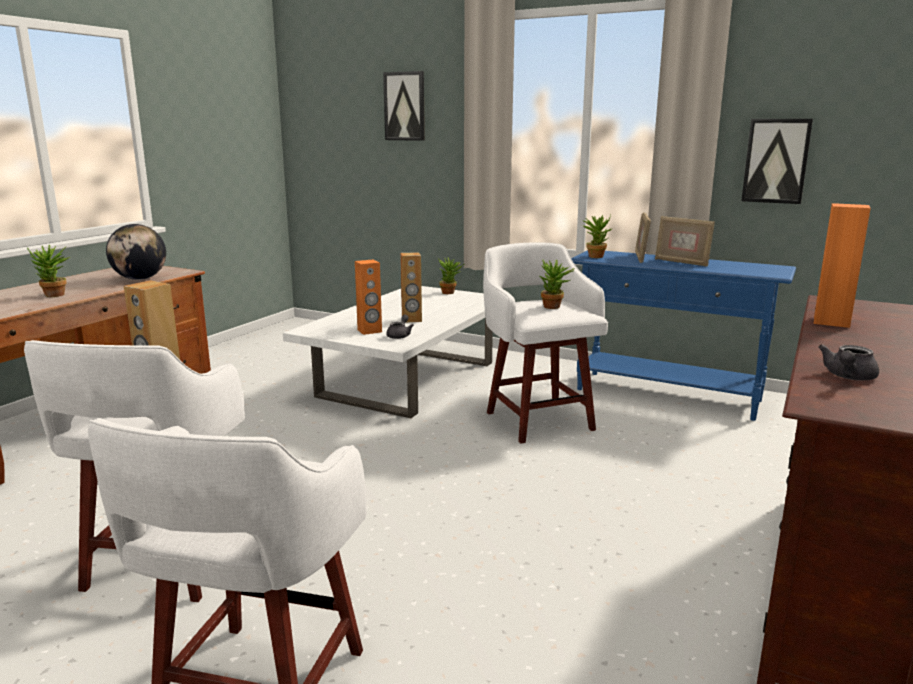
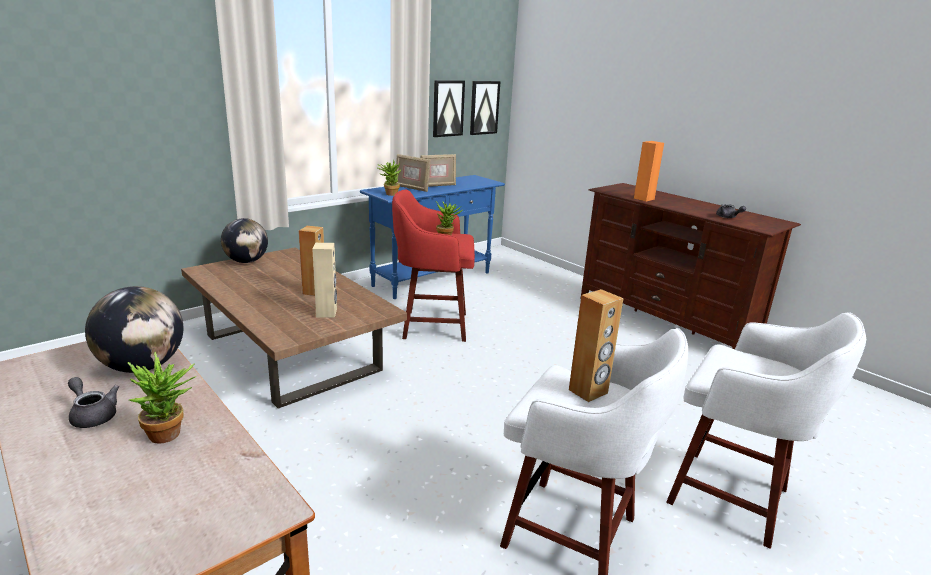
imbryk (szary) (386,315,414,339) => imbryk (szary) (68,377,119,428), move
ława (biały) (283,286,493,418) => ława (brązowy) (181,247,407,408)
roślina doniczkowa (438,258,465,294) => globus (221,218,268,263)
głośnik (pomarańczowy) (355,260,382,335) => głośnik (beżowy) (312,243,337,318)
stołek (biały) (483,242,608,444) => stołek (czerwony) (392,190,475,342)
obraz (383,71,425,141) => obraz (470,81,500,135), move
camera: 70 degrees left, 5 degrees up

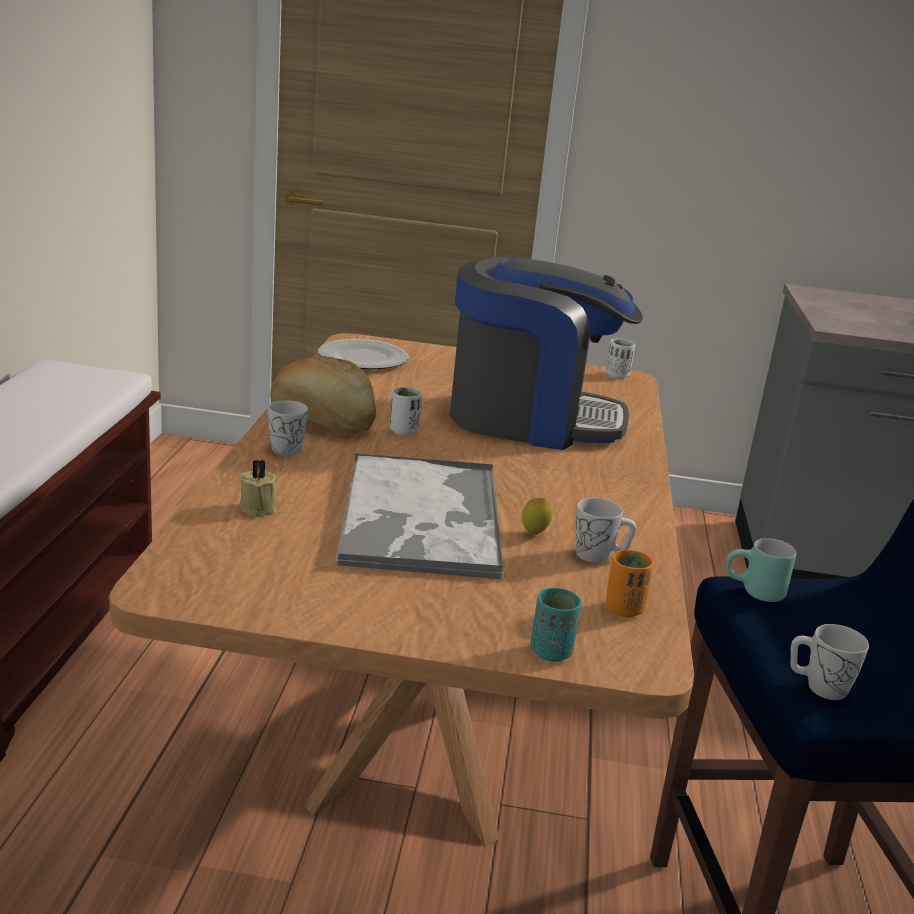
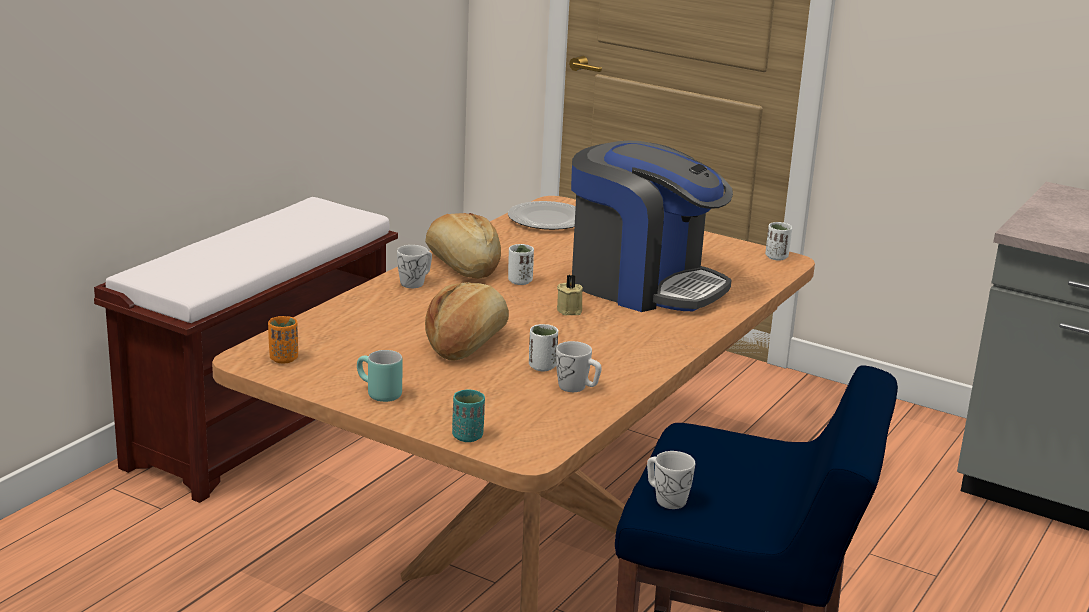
filiżanka (pomarańczowy) (606,550,654,617) => filiżanka (pomarańczowy) (268,316,298,363), move
kubek (turkusowy) (726,538,796,602) => kubek (turkusowy) (357,350,403,402), move
taca (335,453,503,580) => chleb (425,282,509,361)
cytryna (522,498,553,535) => filiżanka (biały) (529,324,559,371)
świeca (beżowy) (239,460,277,517) => świeca (beżowy) (557,275,583,316), move
camera: 25 degrees right, 0 degrees up

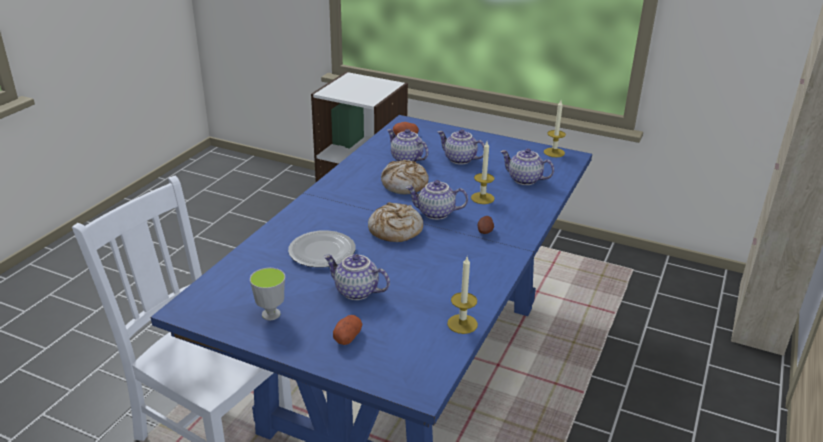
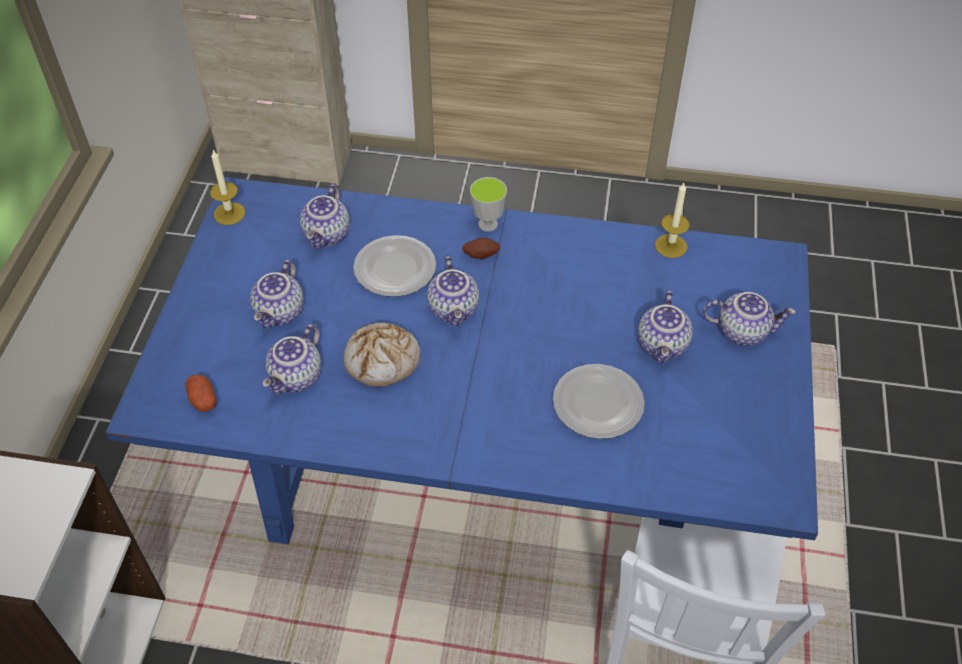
świeca (471,142,495,204) => talerz (353,235,436,297)
filiżanka (250,268,285,320) => filiżanka (470,177,507,232), move
ziemniak (333,315,363,345) => imbryk (702,292,796,345)
chleb (368,202,423,242) => nothing
camera: 105 degrees left, 20 degrees up

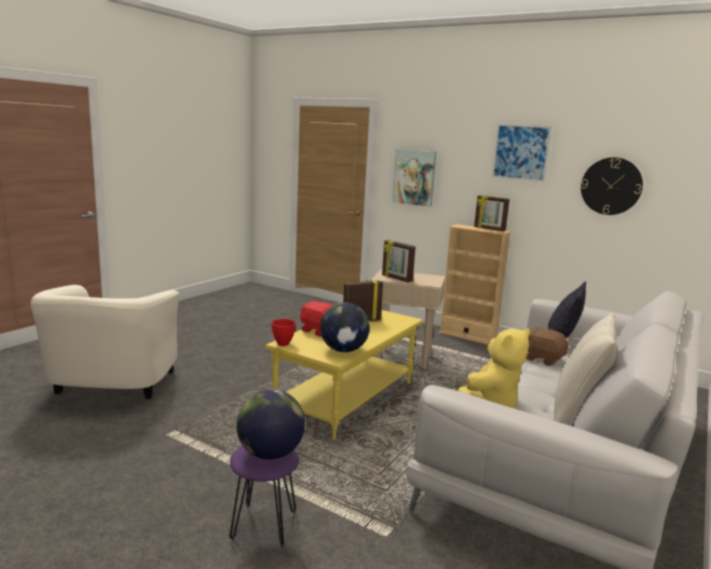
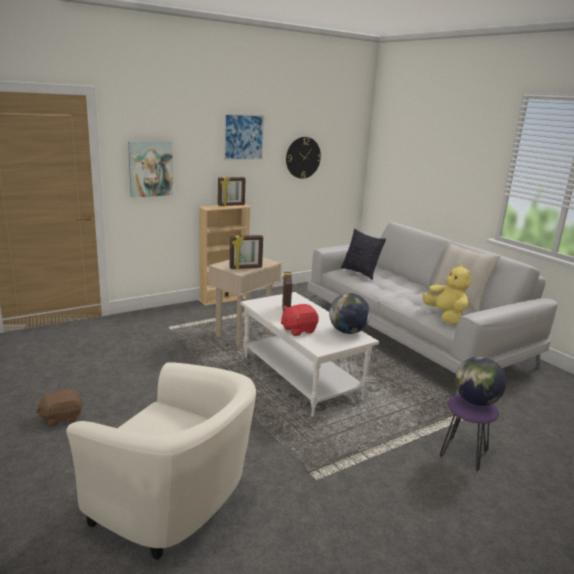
pluszak (brązowy) (526,327,568,366) => pluszak (brązowy) (35,388,83,427), move
ława (żółty) (266,310,423,440) => ława (biały) (240,292,379,416)
miska (czerwony) (271,319,296,346) => nothing
camera: 65 degrees left, 5 degrees up

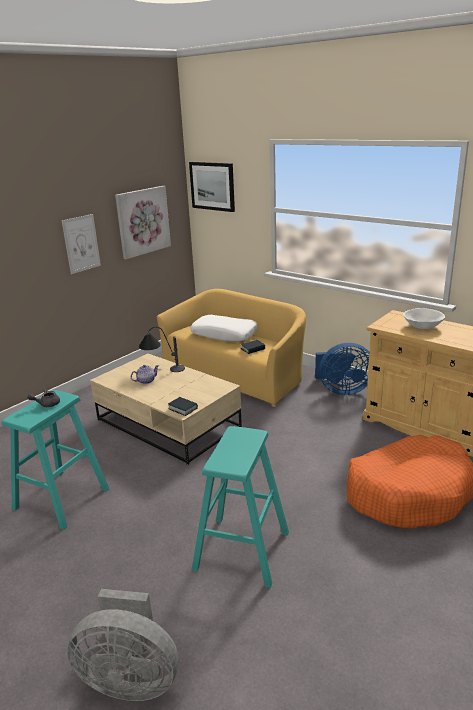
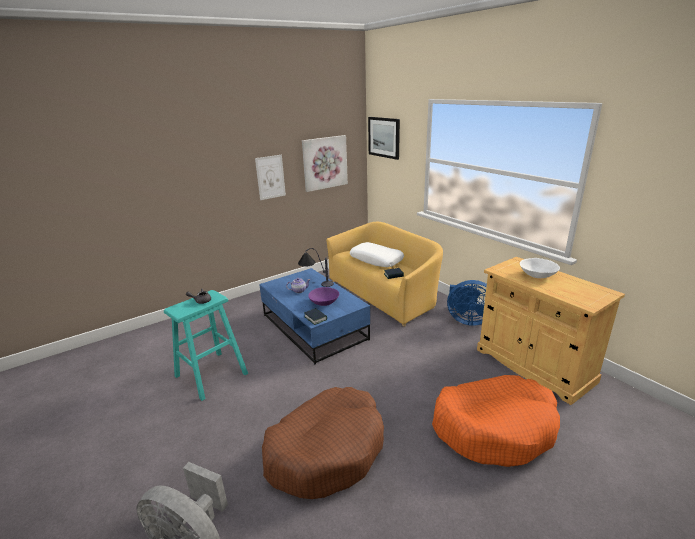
ława (beżowy) (90,354,242,465) => ława (niebieski) (259,268,370,365)
stołek (turkusowy) (192,426,289,588) => legowisko (brązowy) (262,387,384,499)
nothing => miska (fioletowy) (308,287,339,306)
camera: 15 degrees right, 0 degrees up

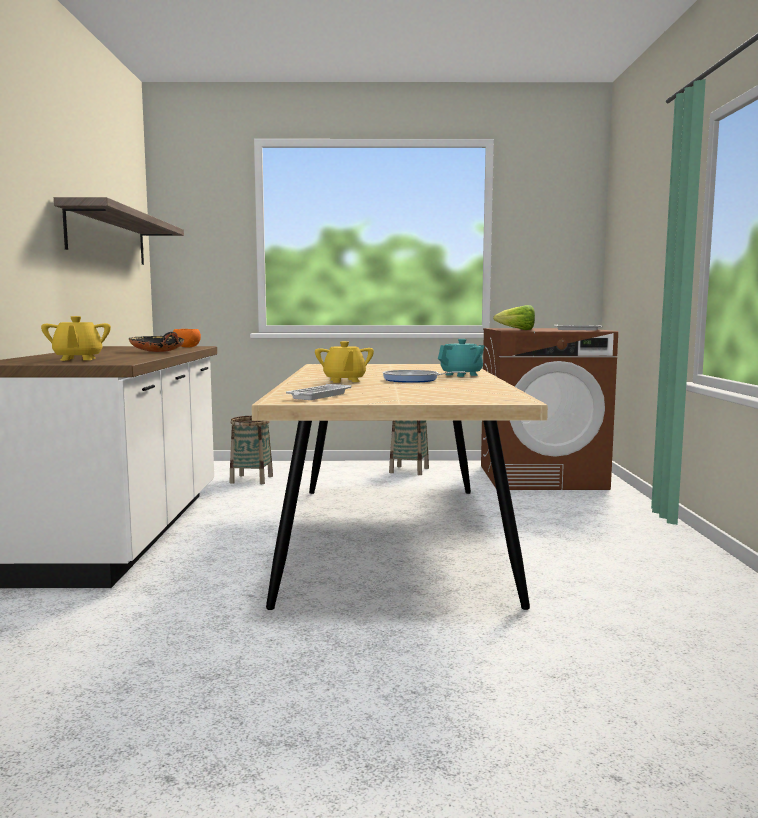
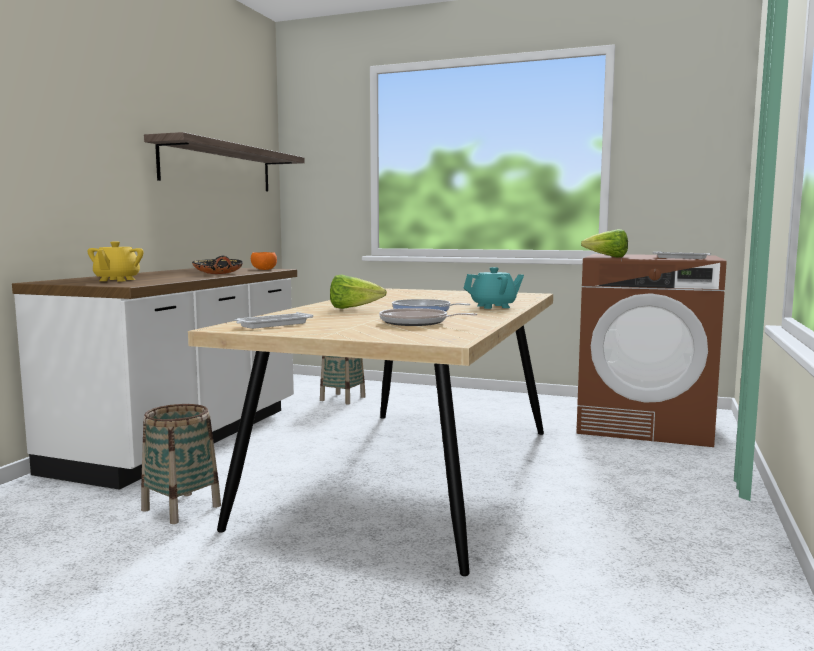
koszyk (389,421,429,475) => koszyk (141,404,221,524), move
imbryk (żółty) (315,341,374,383) => sałata (330,274,387,309)
nothing => patelnia (379,308,477,326)
camera: 20 degrees right, 0 degrees up

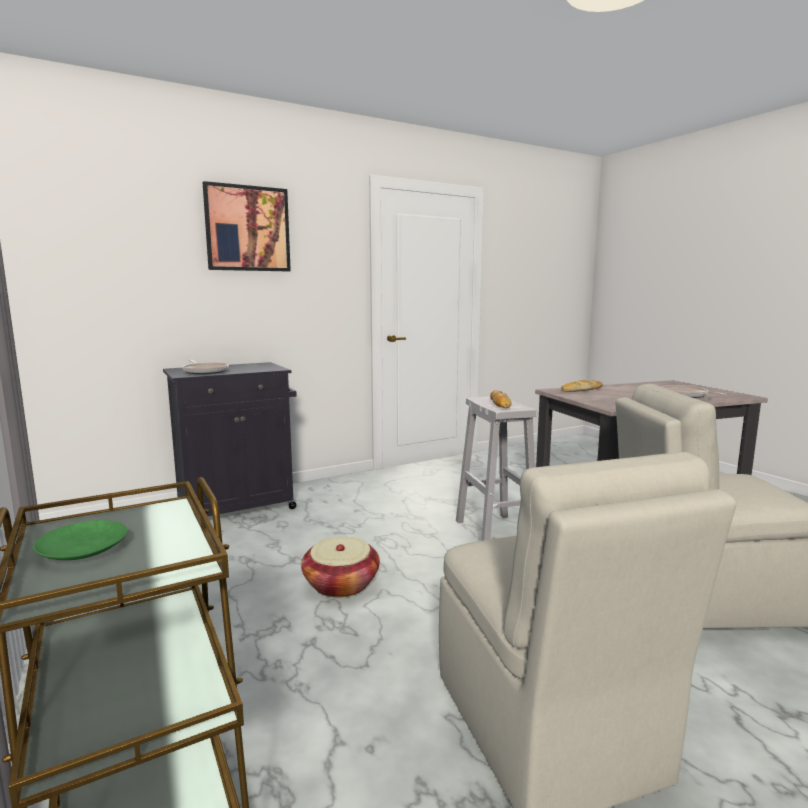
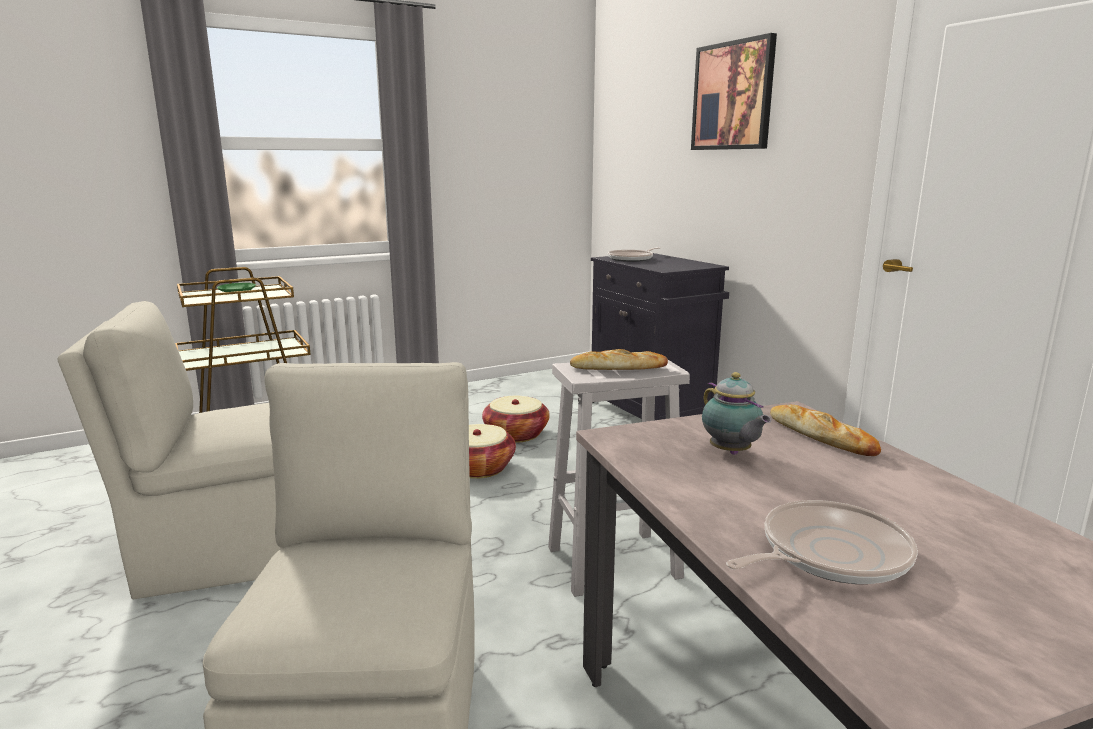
nothing => koszyk (482,396,550,443)
nothing => imbryk (702,372,771,455)
camera: 90 degrees right, 5 degrees up

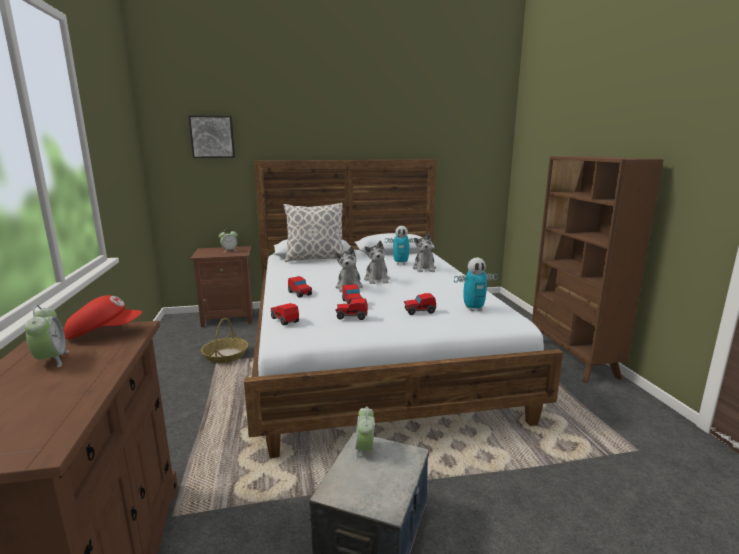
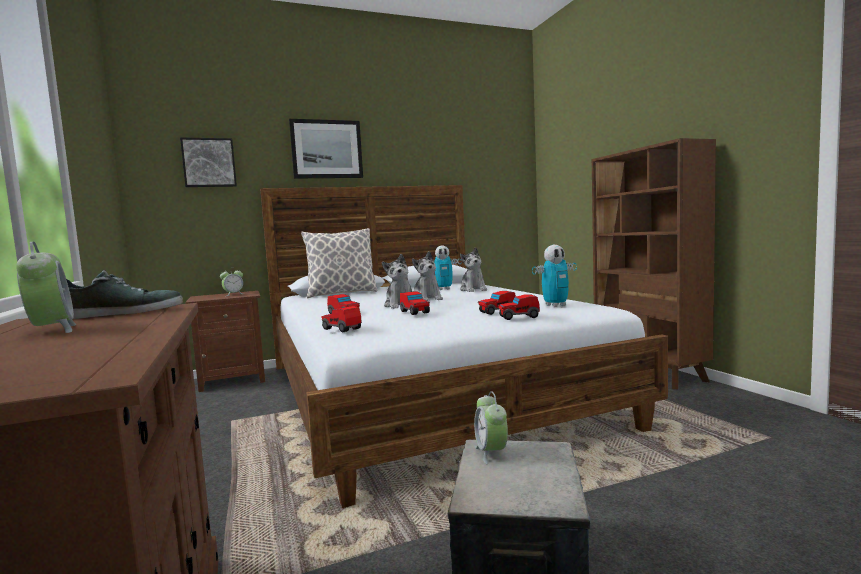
czapka z daszkiem (czerwony) (64,295,142,339) => but (66,270,183,319)
nothing => obraz (289,119,363,179)
samochodzik (335,298,368,320) => samochodzik (498,295,540,320), move
koszyk (201,318,248,363) => nothing
camera: 10 degrees left, 10 degrees down

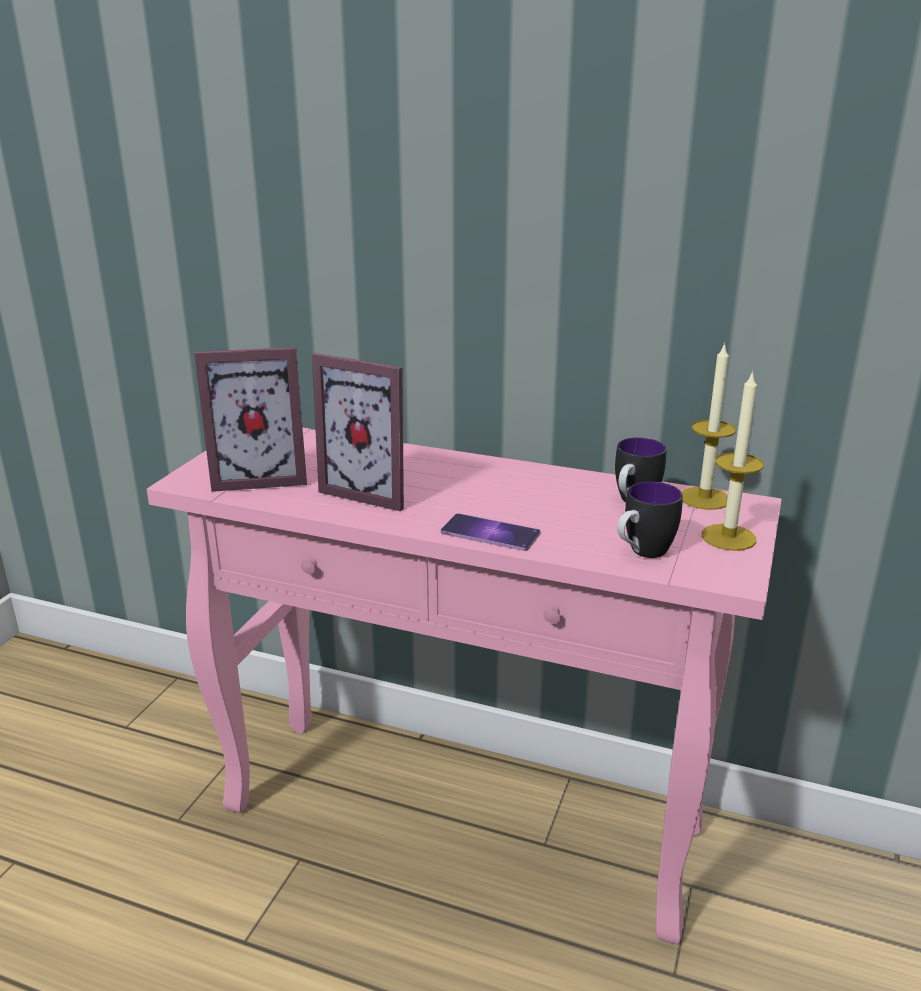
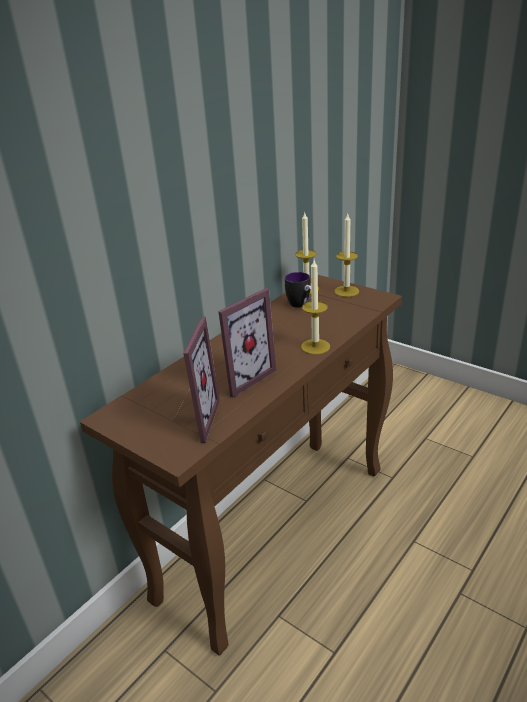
stolik konsolowy (różowy) (147,428,782,944) => stolik konsolowy (brązowy) (80,275,402,656)
telefon (441,513,541,551) => świeca (301,260,330,354)
kubek (617,481,683,558) => nothing
camera: 70 degrees left, 5 degrees up

